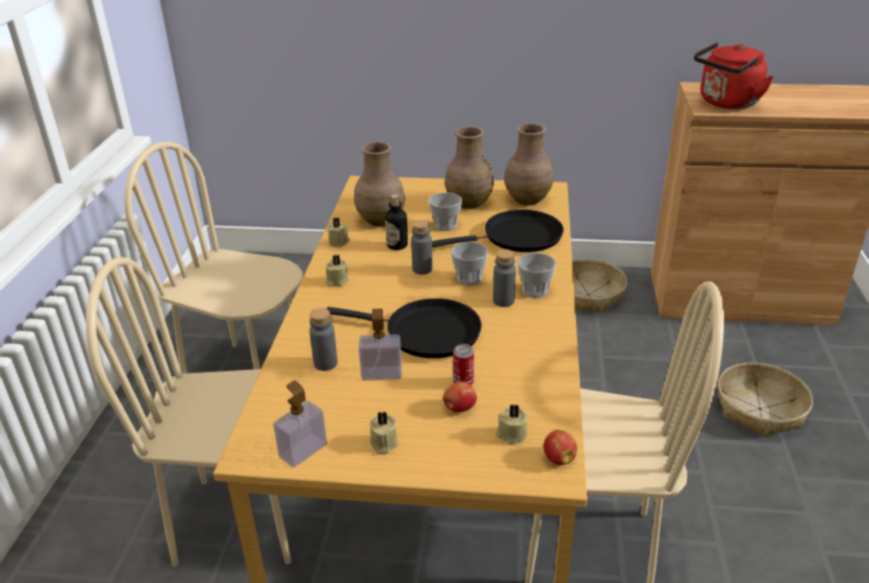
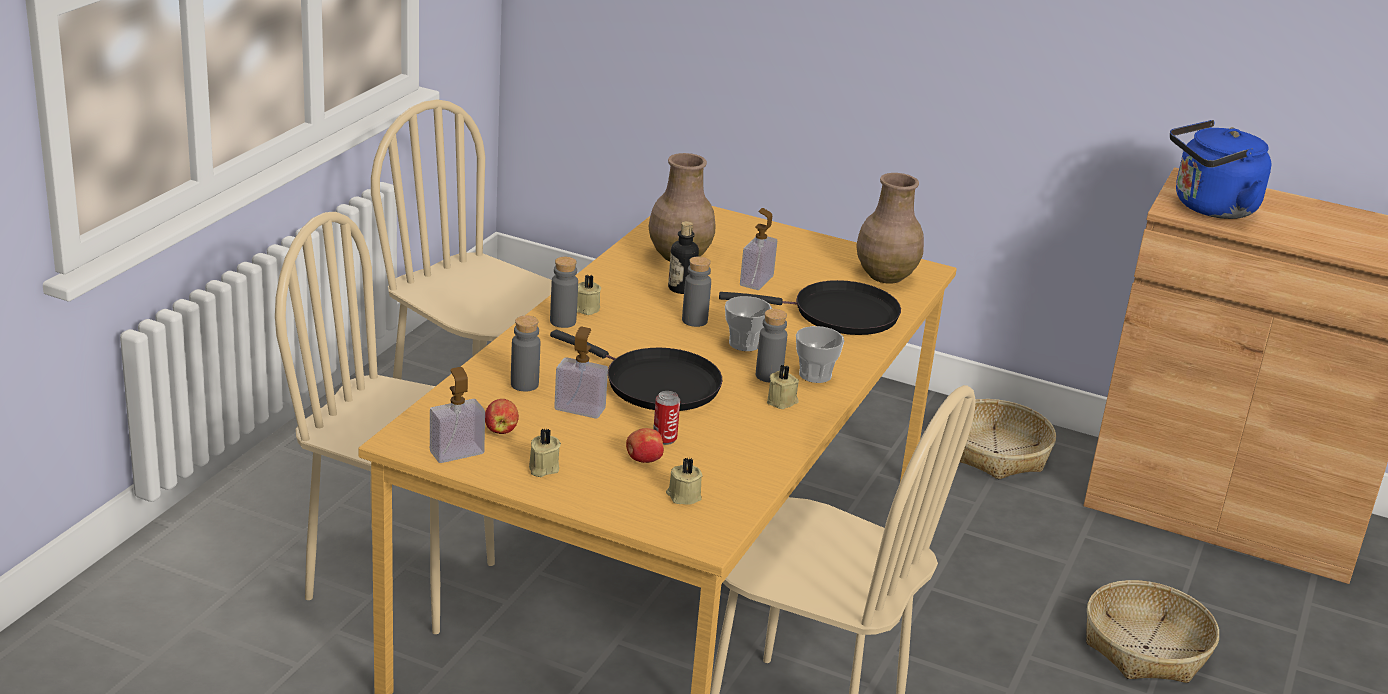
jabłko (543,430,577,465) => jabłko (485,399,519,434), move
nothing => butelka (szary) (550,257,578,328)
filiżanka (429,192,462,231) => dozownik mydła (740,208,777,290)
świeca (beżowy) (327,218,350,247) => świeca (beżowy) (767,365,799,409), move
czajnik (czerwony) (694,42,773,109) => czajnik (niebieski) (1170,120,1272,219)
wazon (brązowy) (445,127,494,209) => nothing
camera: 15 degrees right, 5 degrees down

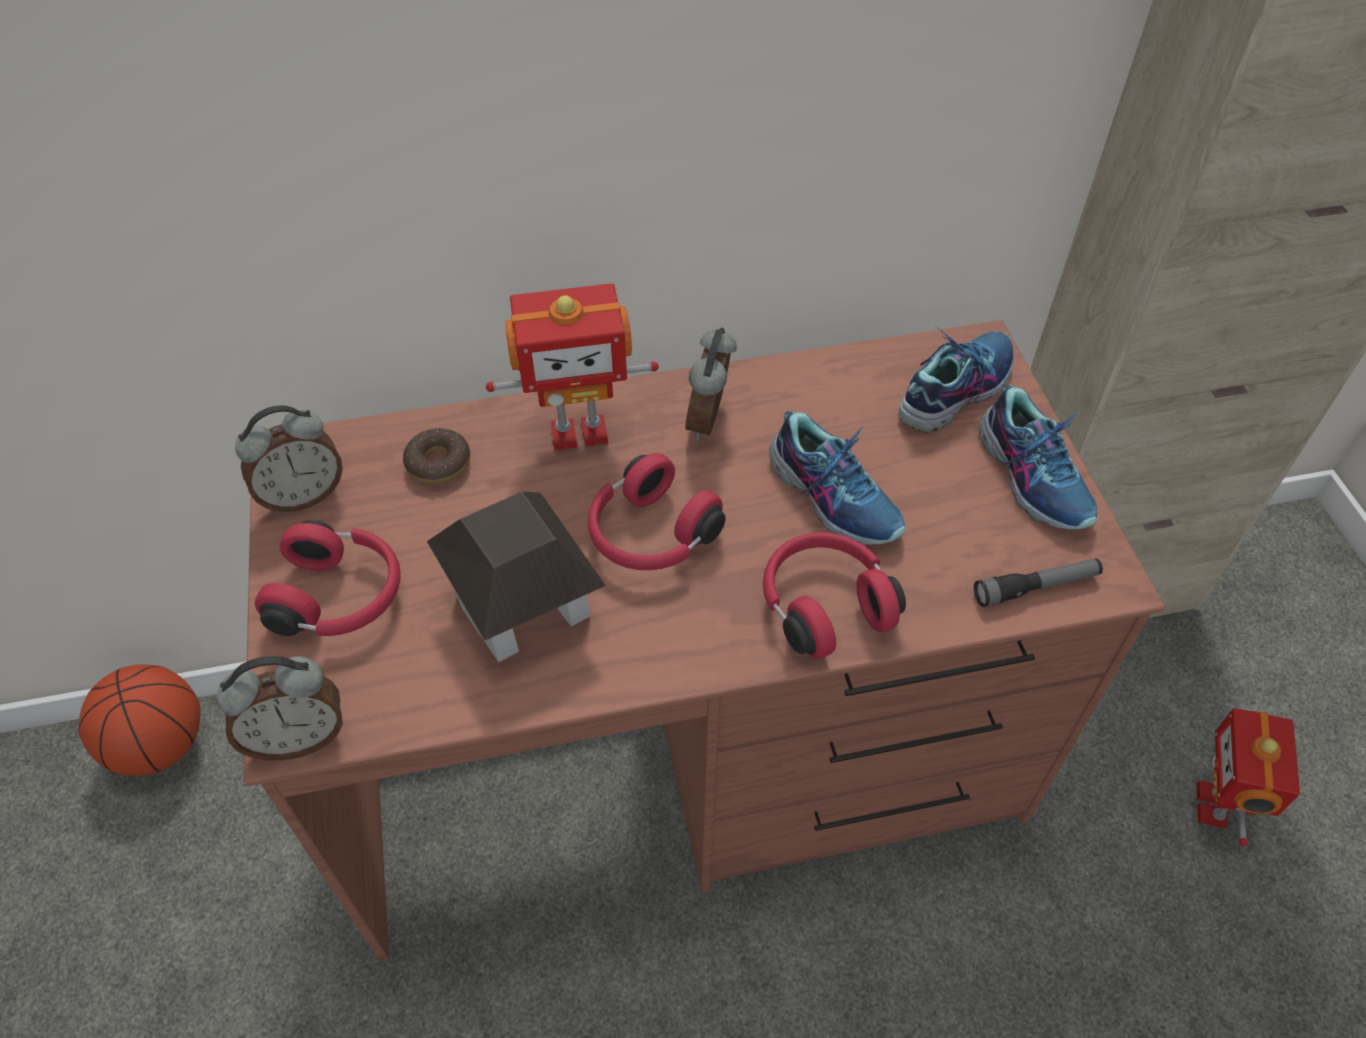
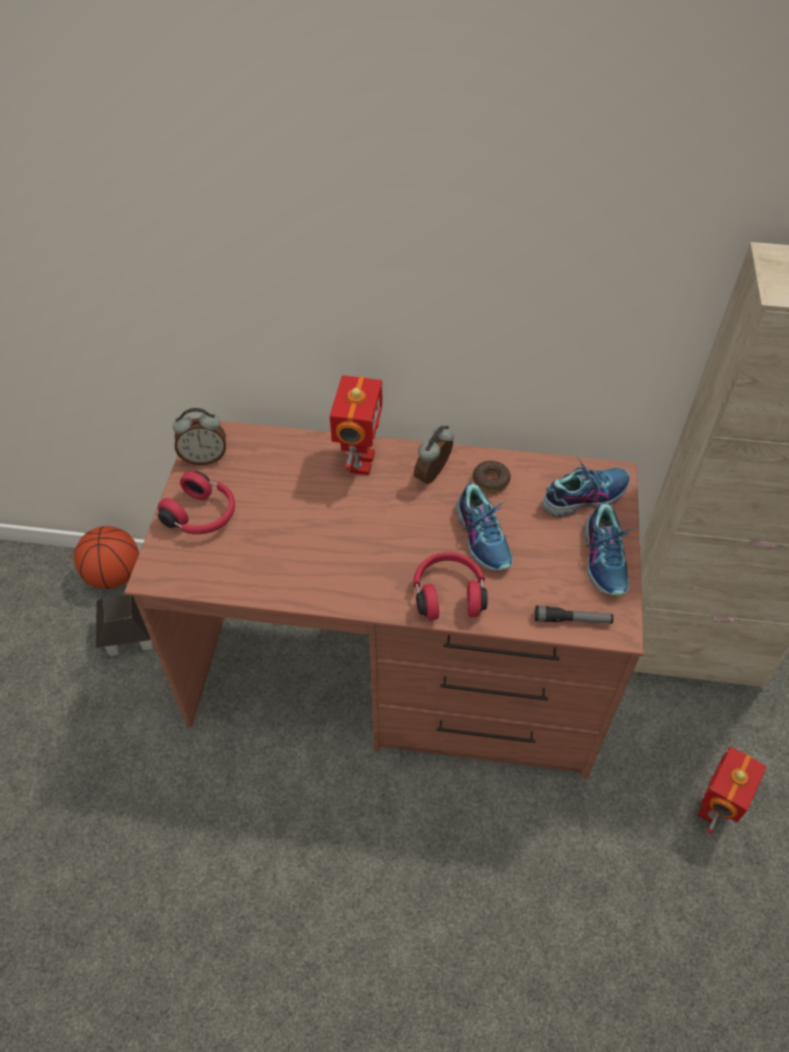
domek (427,492,606,662) => domek (96,595,153,656), move
robot zabawkowy (486,283,659,450) => robot zabawkowy (330,375,383,475), 90 degrees counterclockwise
donut (403,428,470,485) => donut (473,461,511,493), move
budzik (216,656,343,760) => nothing
słuchawki (czerwony) (588,453,726,570) => nothing
camera: 20 degrees right, 0 degrees up

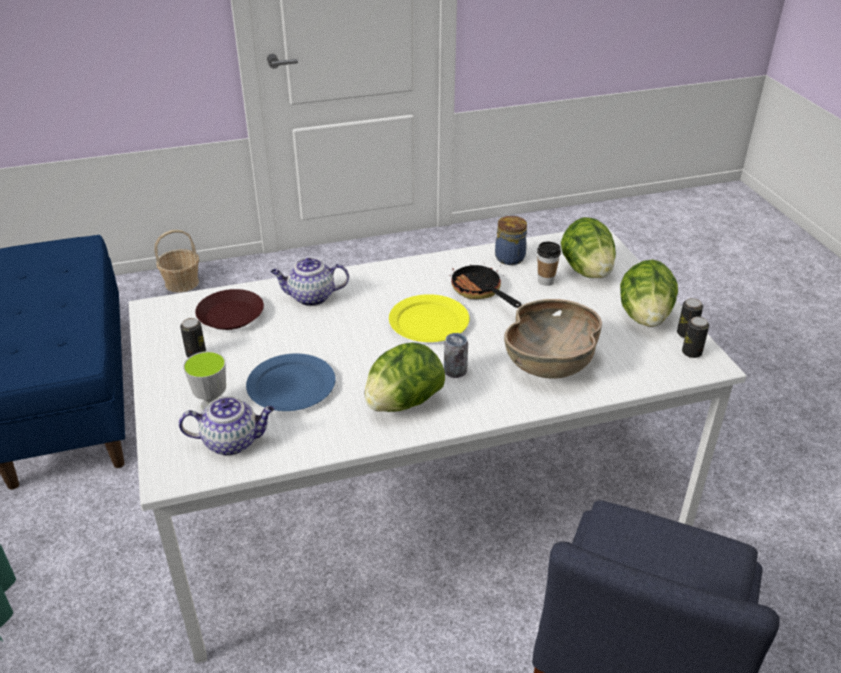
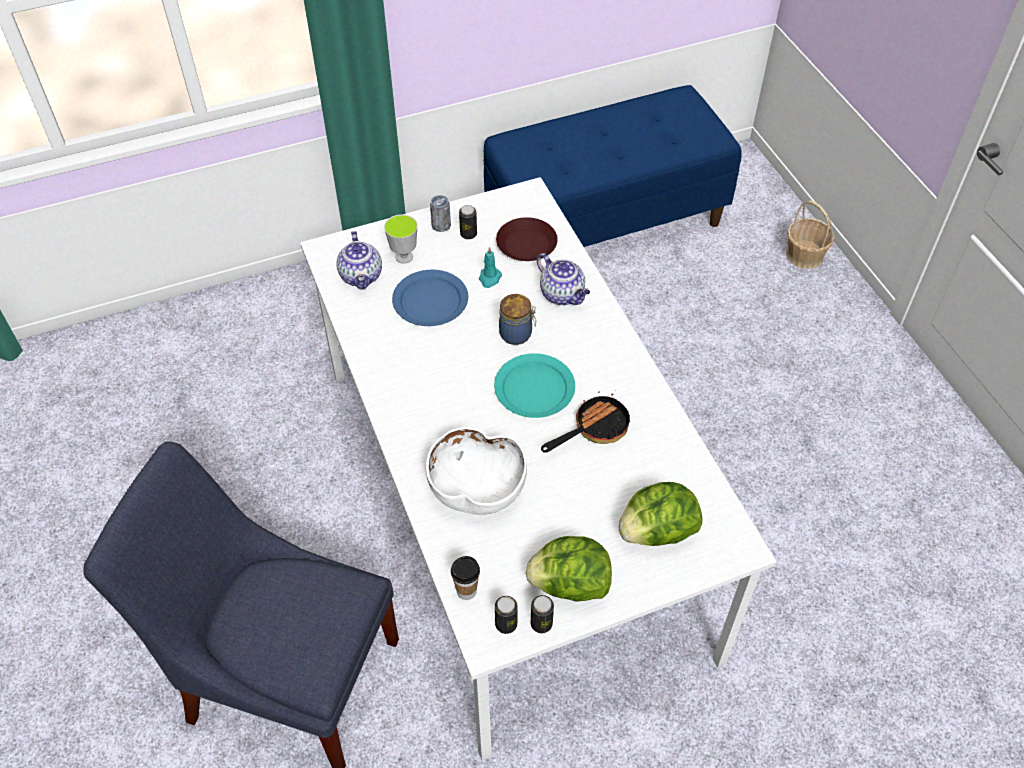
miska (brązowy) (504,299,602,379) => miska (biały) (426,427,527,515)
puszka (444,333,468,378) => puszka (430,195,451,232), move
filiżanka (537,242,561,286) => filiżanka (451,556,480,600), move
nothing => świeca (turkusowy) (479,247,502,288)
talerz (żółty) (389,294,470,342) => talerz (turkusowy) (494,353,575,418)
słoik (495,216,527,265) => słoik (499,294,536,345), move
imbryk (271,258,349,306) => imbryk (537,253,590,305), 150 degrees clockwise
sałata (365,342,445,412) => nothing
camera: 85 degrees right, 15 degrees up

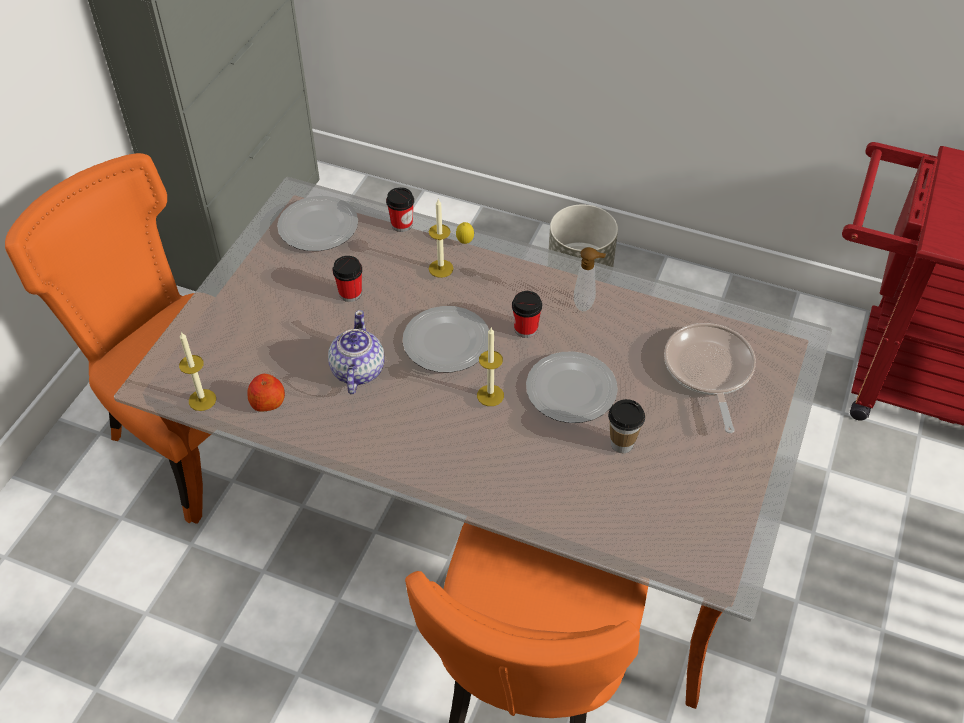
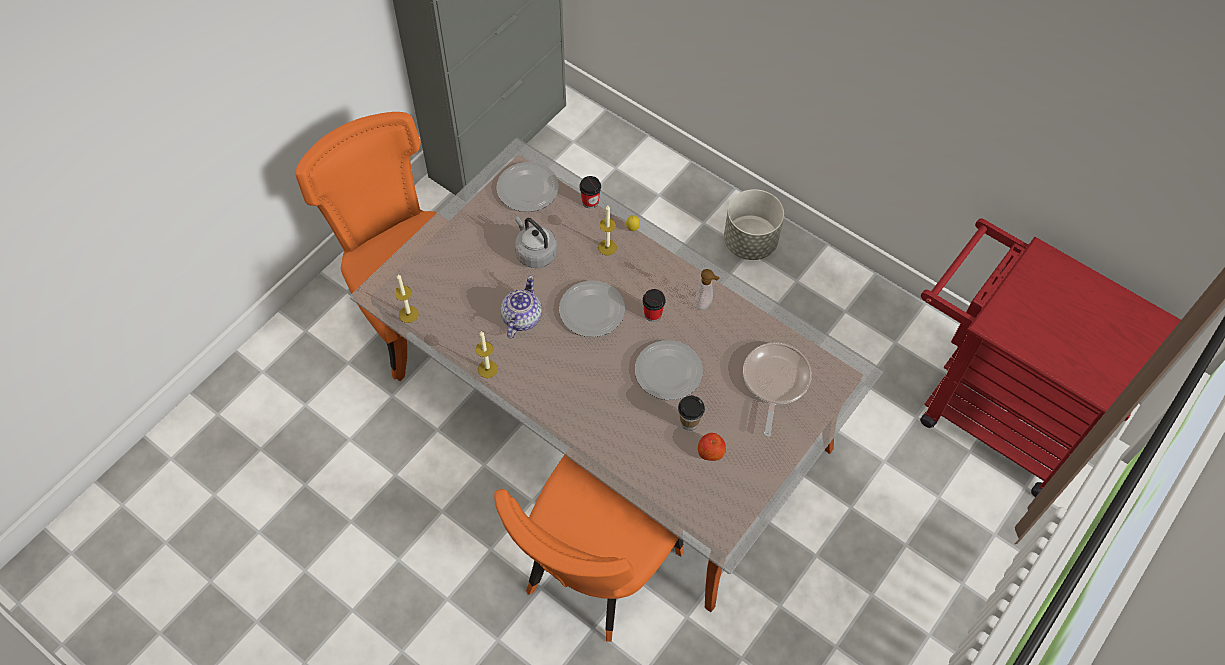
świeca (477,328,504,406) => świeca (476,331,498,378), move
filiżanka (333,256,362,302) => czajnik (szary) (515,216,557,268)
jabłko (247,374,285,411) => jabłko (698,433,726,461), move
camera: 15 degrees right, 10 degrees up

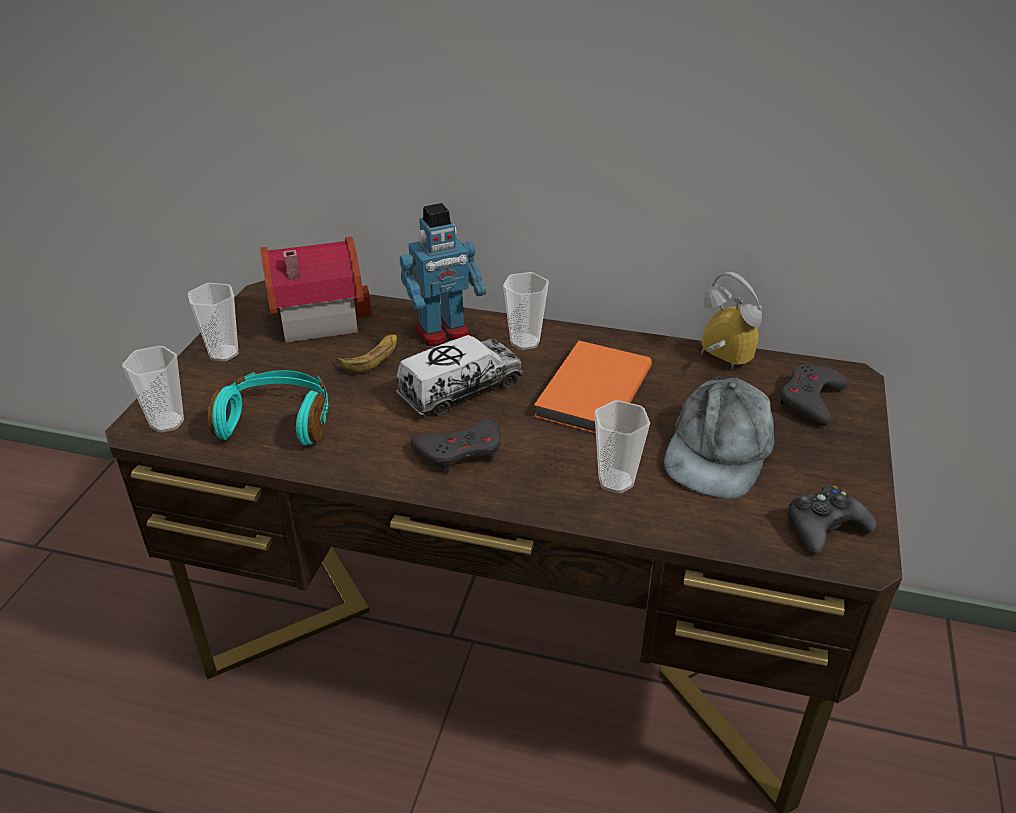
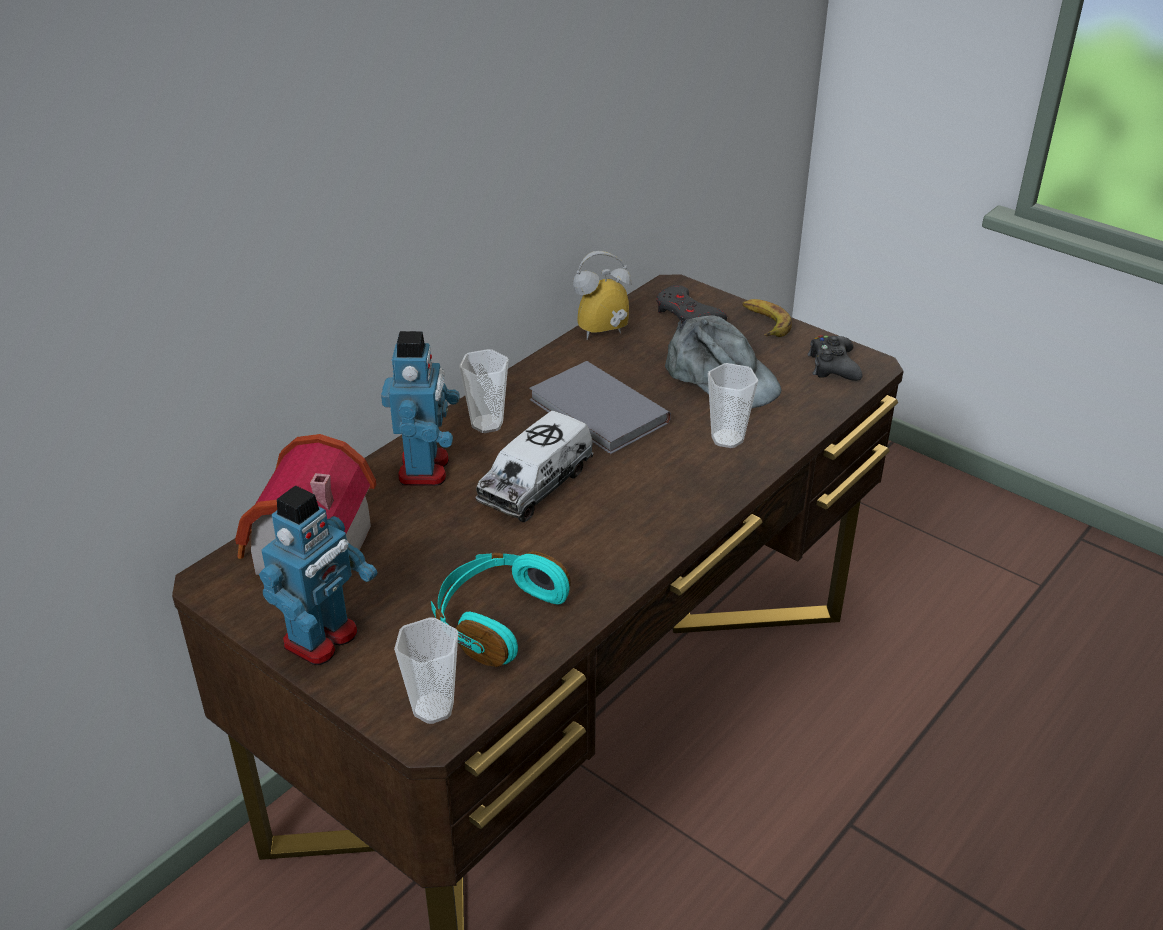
filiżanka (188,283,239,361) => robot zabawkowy (259,485,377,665)
ciężarówka zabawkowa (396,335,522,417) => ciężarówka zabawkowa (476,411,593,522), 135 degrees counterclockwise
książka (pomarańczowy) (533,341,652,434) => książka (szary) (529,361,671,454)
banan (336,334,397,373) => banan (742,299,792,337), move
pad do gier (szary) (410,418,501,473) => nothing
camera: 65 degrees left, 0 degrees up

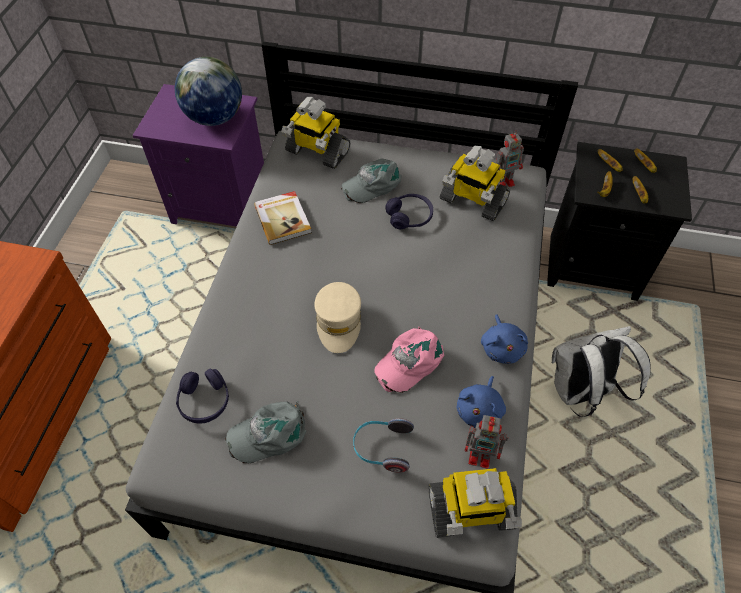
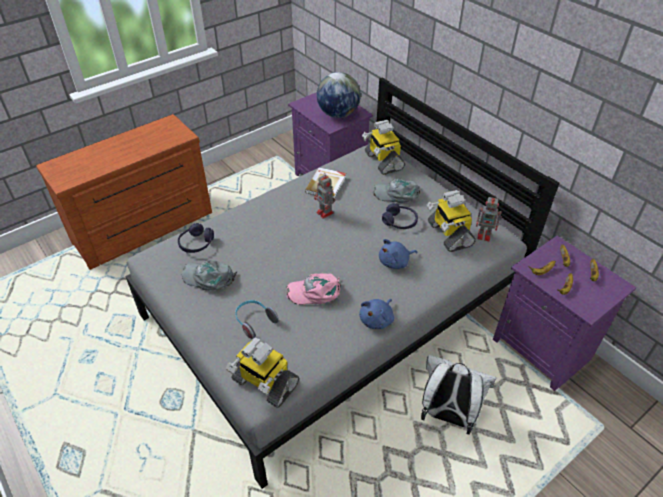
robot zabawkowy (465,415,508,469) => robot zabawkowy (314,174,335,219), move
pluszak (niebieski) (456,376,506,428) => pluszak (niebieski) (379,239,418,269), move
szafka nocna (czarny) (547,142,692,301) => szafka nocna (fioletowy) (493,236,636,391)
czapka z daszkiem (beżowy) (314,282,361,353) => nothing
camera: 40 degrees right, 10 degrees down

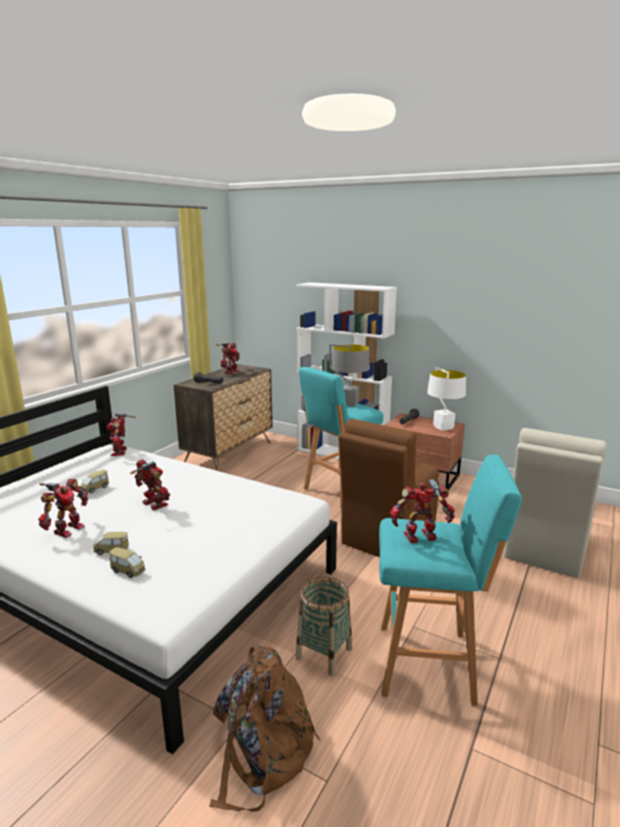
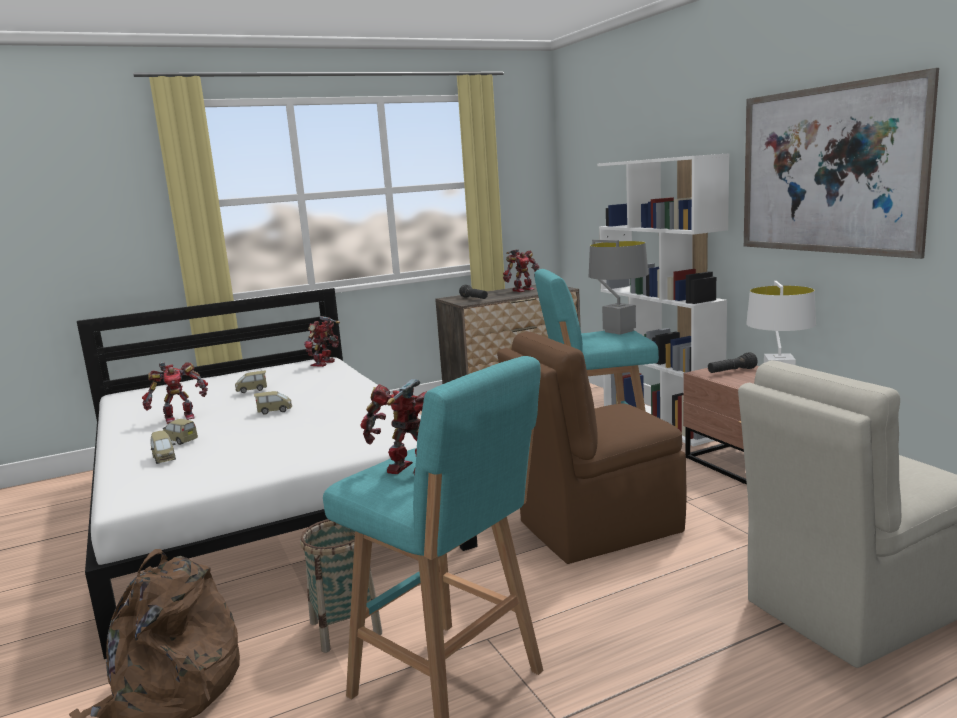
robot zabawkowy (130,459,170,510) => samochodzik (254,391,292,415)
nothing => obraz (744,68,939,259)
camera: 35 degrees right, 5 degrees down

